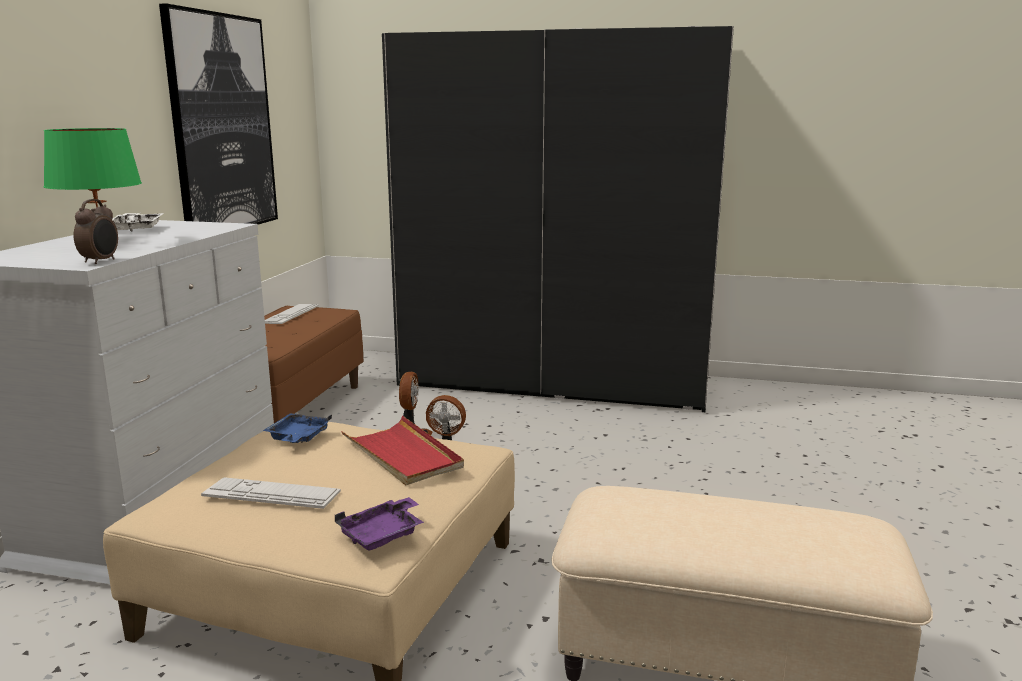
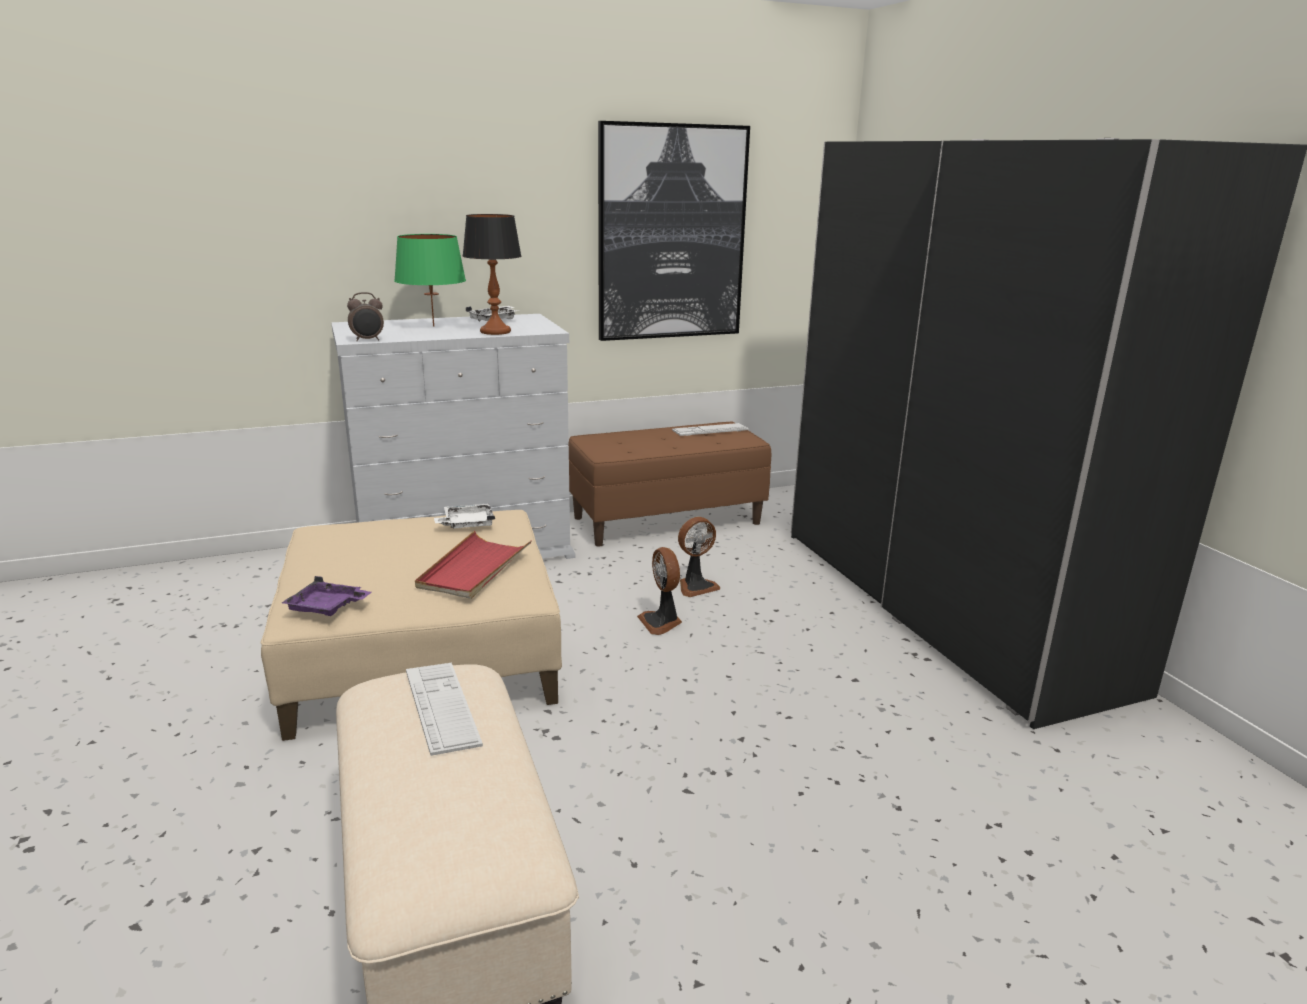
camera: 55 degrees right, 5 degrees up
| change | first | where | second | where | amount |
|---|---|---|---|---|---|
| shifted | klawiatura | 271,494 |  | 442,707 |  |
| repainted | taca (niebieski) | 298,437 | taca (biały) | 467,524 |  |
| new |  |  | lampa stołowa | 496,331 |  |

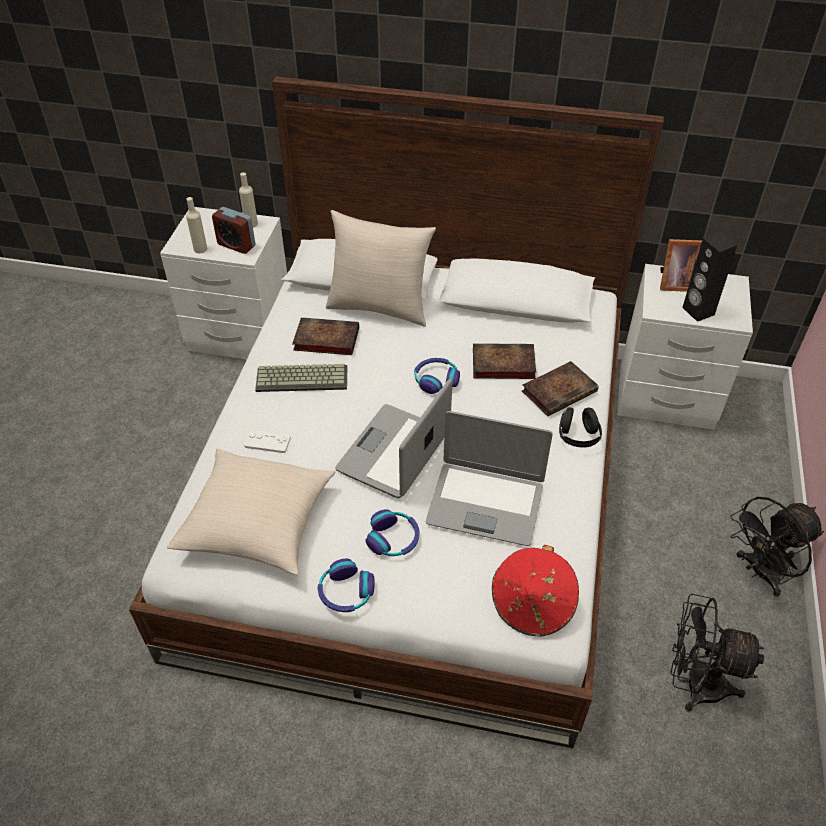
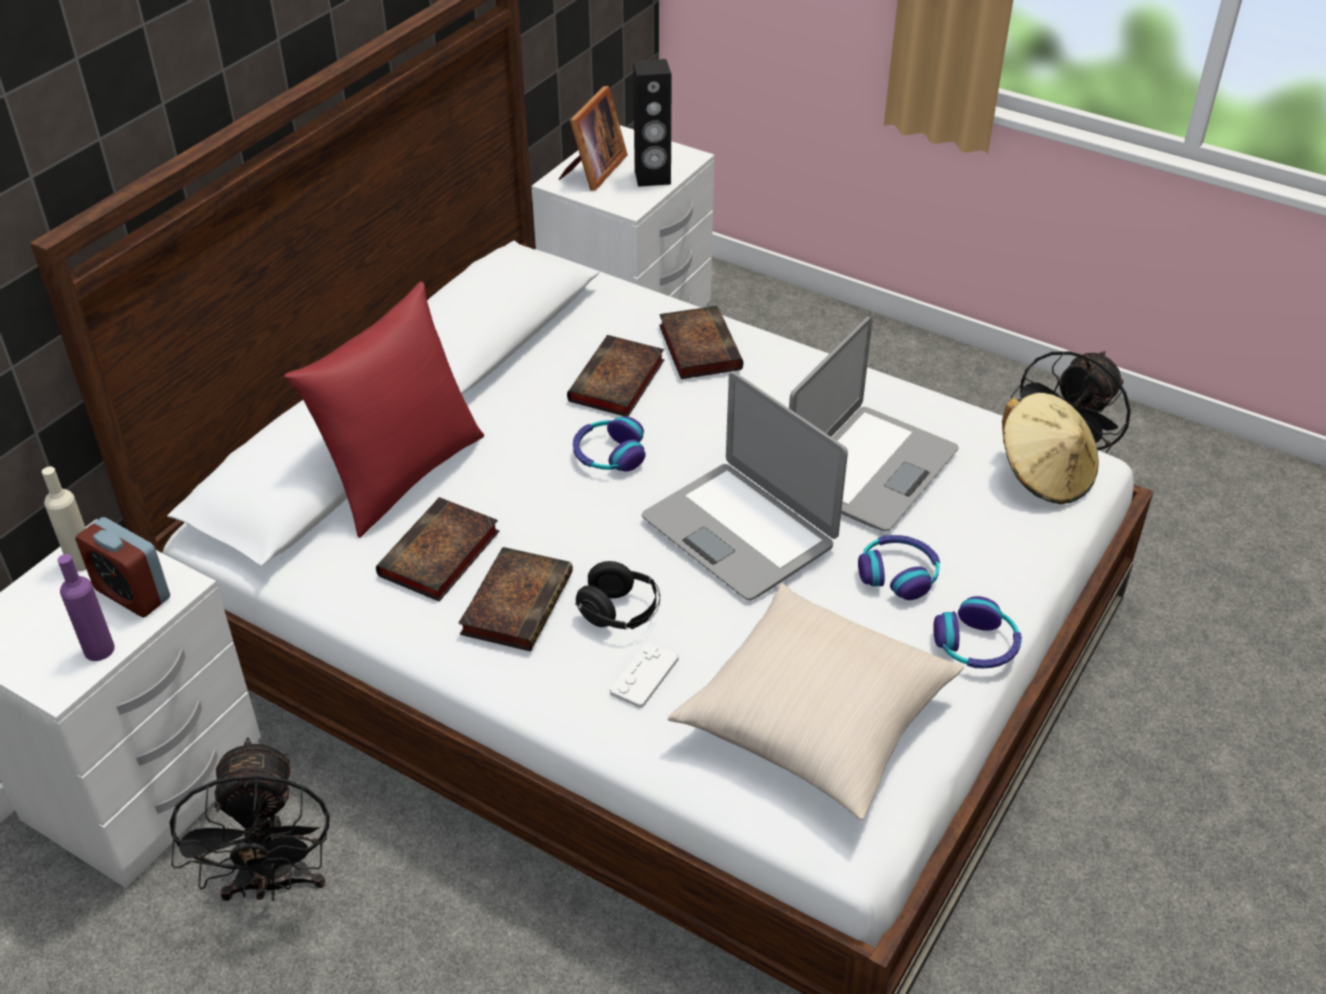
camera: 70 degrees left, 5 degrees down
| change | first | where | second | where | amount |
|---|---|---|---|---|---|
| repainted | butelka (beżowy) | 200,249 | butelka (fioletowy) | 99,649 |  |
| rotated | budzik | 236,245 |  | 132,594 | 75 degrees clockwise |
| swapped | klawiatura | 303,378 | książka | 517,602 |  |
| repainted | poduszka (beżowy) | 379,307 | poduszka (czerwony) | 401,474 |  |
| repainted | kapelusz (czerwony) | 532,605 | kapelusz (beżowy) | 1044,475 |  |
| shifted | słuchawki (czarny) | 578,437 |  | 620,613 |  |
| shifted | wentylator (czarny) | 760,572 |  | 273,884 |  |

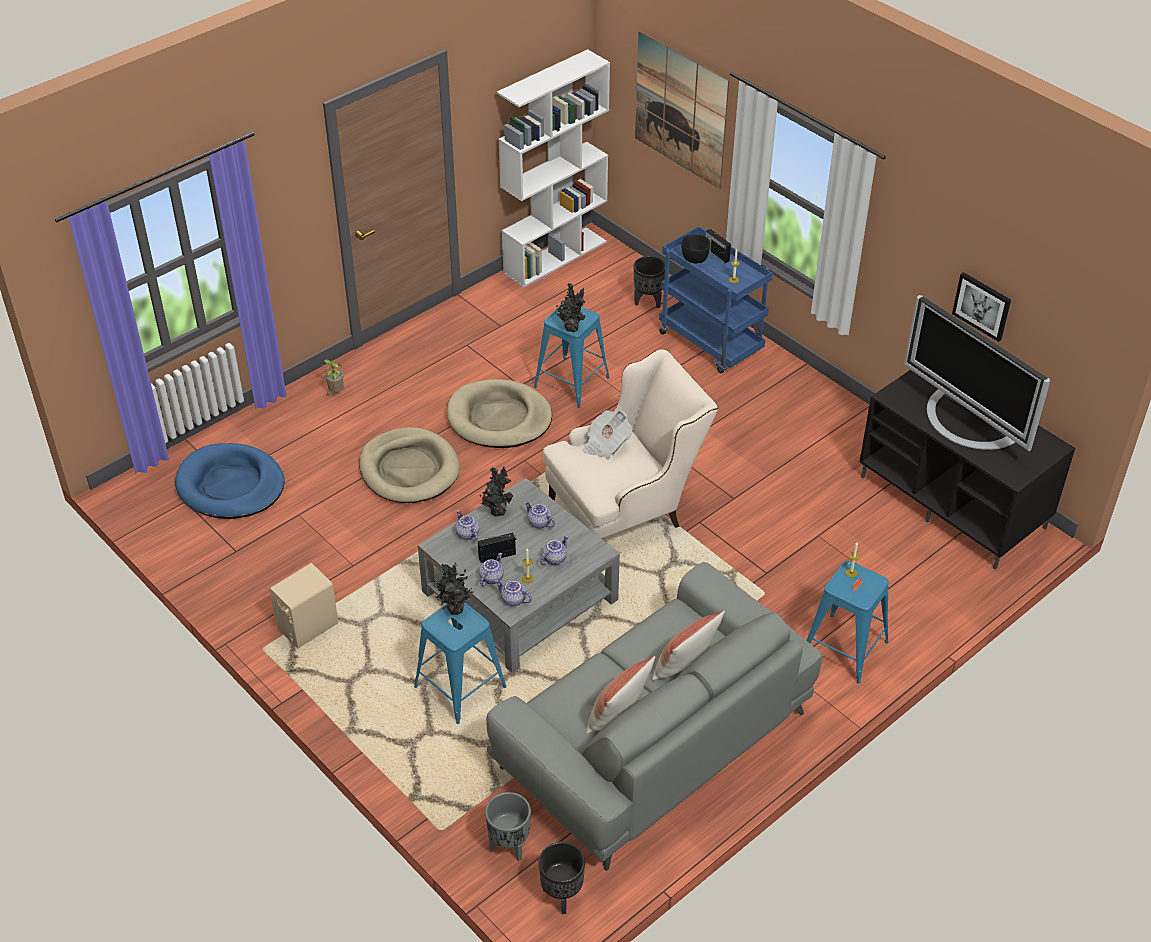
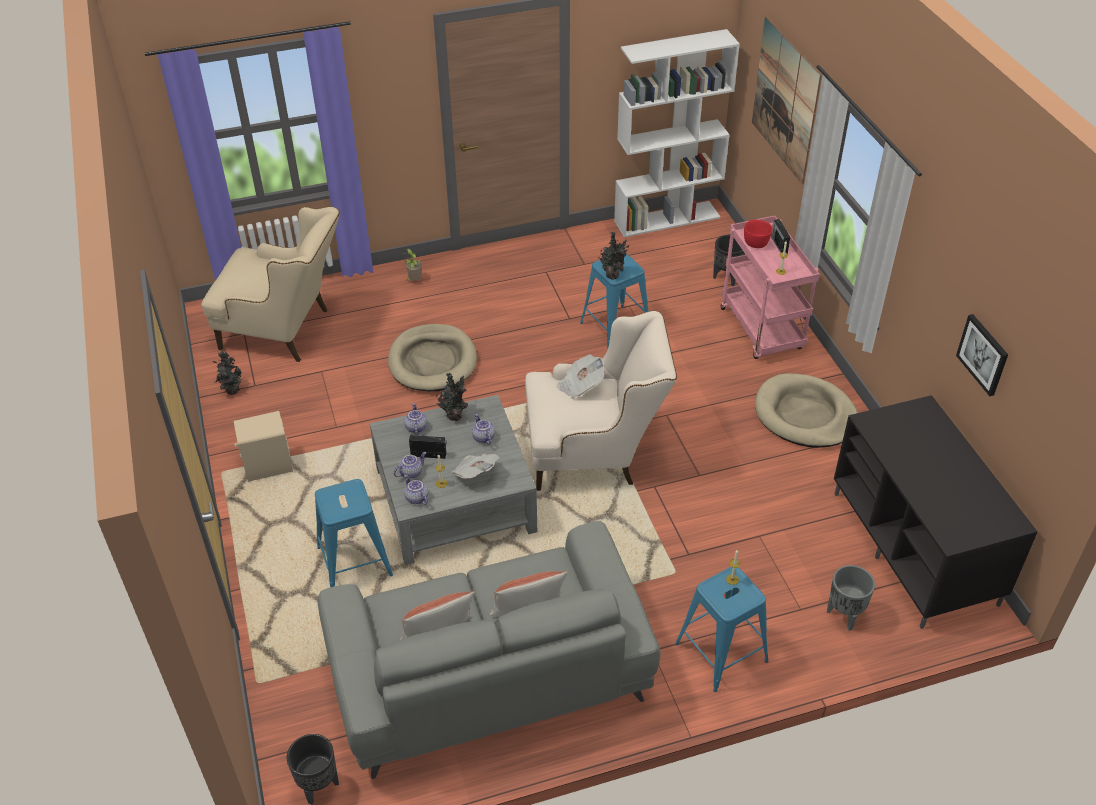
camera: 25 degrees right, 0 degrees up
| change | first | where | second | where | amount |
|---|---|---|---|---|---|
| swapped | legowisko (niebieski) | 231,485 | fotel (beżowy) | 285,331 |  |
| shifted | roślina doniczkowa | 454,609 |  | 231,390 |  |
| shifted | legowisko (beżowy) | 499,418 |  | 805,415 |  |
| shifted | donica (szary) | 509,846 |  | 844,615 |  |
| swapped | imbryk | 554,558 | gazeta | 475,473 |  |
| repainted | wózek (niebieski) | 711,343 | wózek (różowy) | 762,330 |  |
| repainted | miska (czarny) | 695,258 | miska (czerwony) | 756,243 |  |
| gone | telewizor | 967,421 |  |  |  |

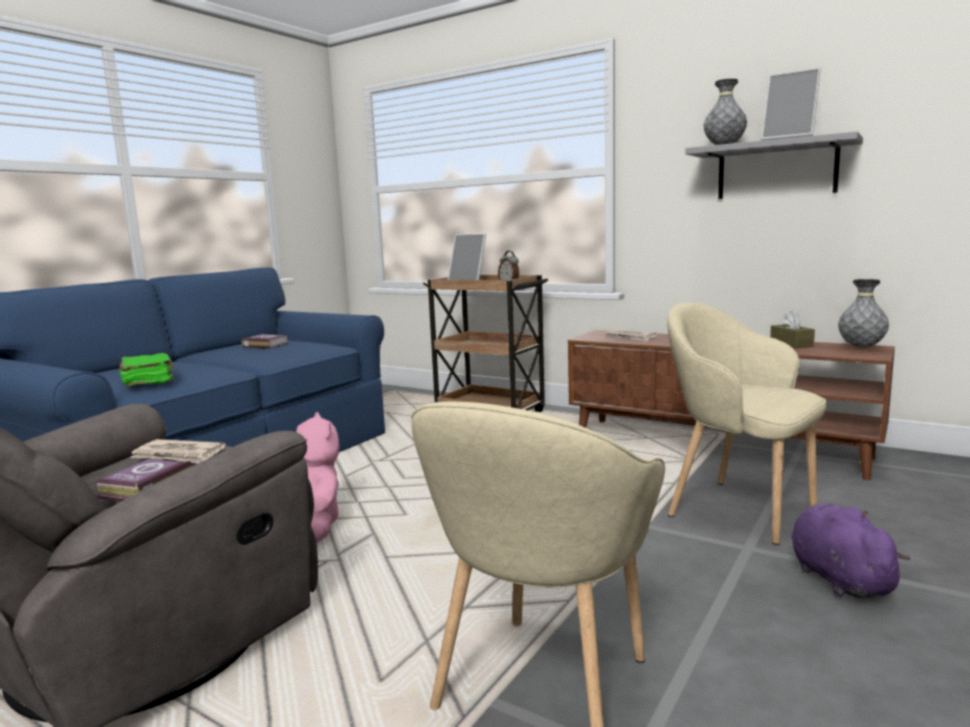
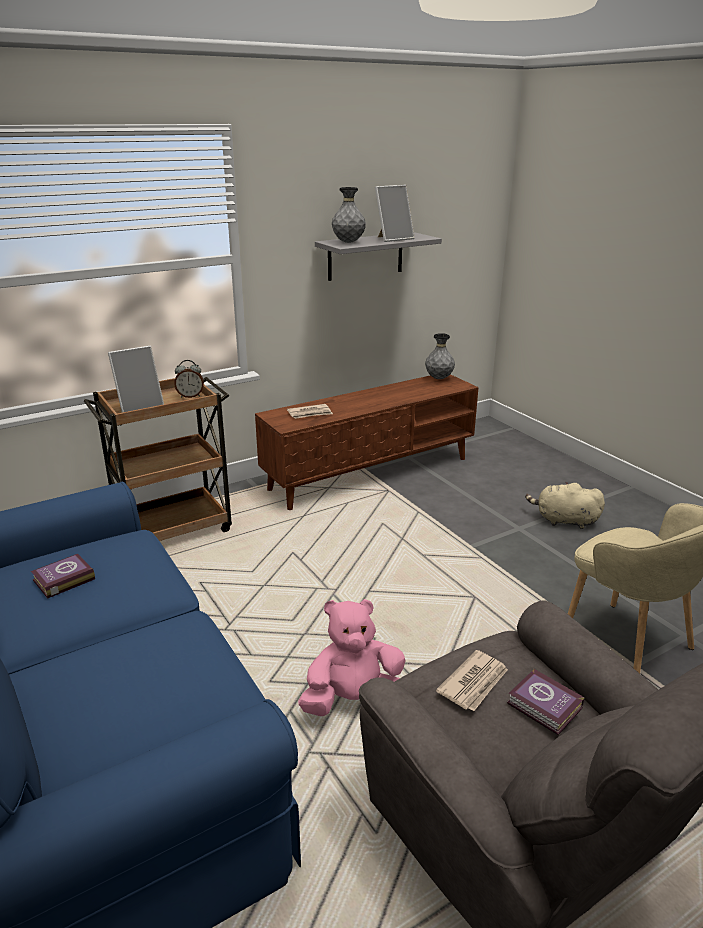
camera: 65 degrees left, 15 degrees up
| change | first | where | second | where | amount |
|---|---|---|---|---|---|
| gone | książka (zielony) | 149,381 |  |  |  |
| gone | fotel (beżowy) | 737,509 |  |  |  |
| gone | pudełko chusteczek (brązowy) | 791,344 |  |  |  |
| repainted | pluszak (fioletowy) | 837,578 | pluszak (beżowy) | 563,520 |  |

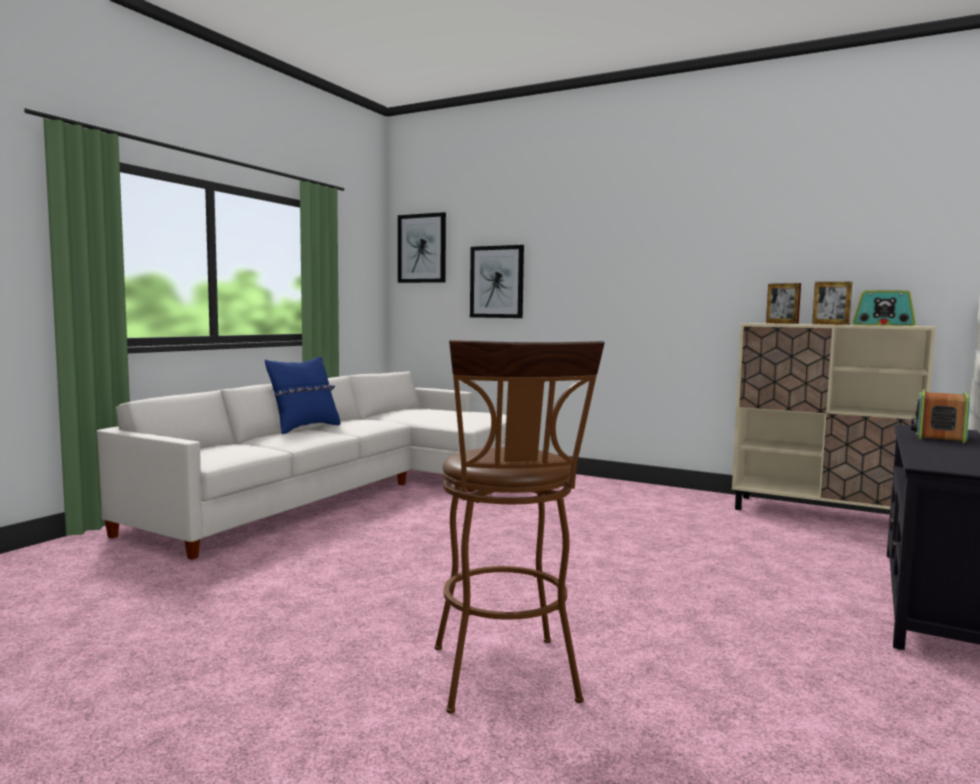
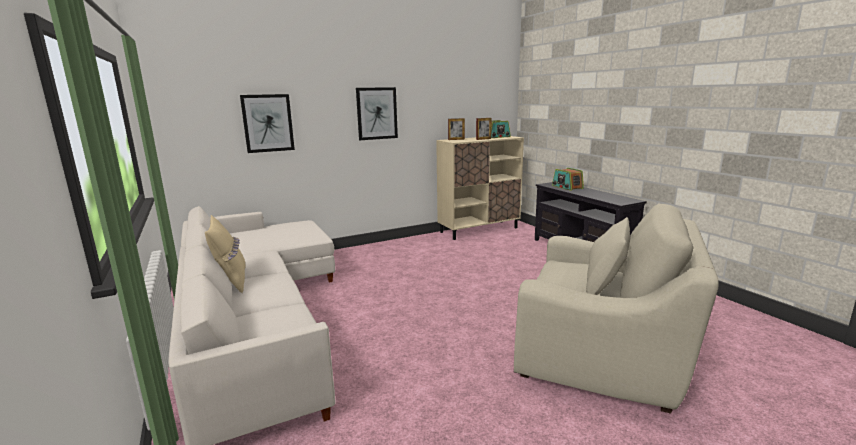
camera: 55 degrees left, 10 degrees up
| change | first | where | second | where | amount |
|---|---|---|---|---|---|
| repainted | poduszka (niebieski) | 304,428 | poduszka (beżowy) | 231,281 |  |
| shifted | obraz | 422,248 |  | 377,113 |  |
| swapped | stołek (brązowy) | 507,680 | fotel (beżowy) | 604,350 |  |

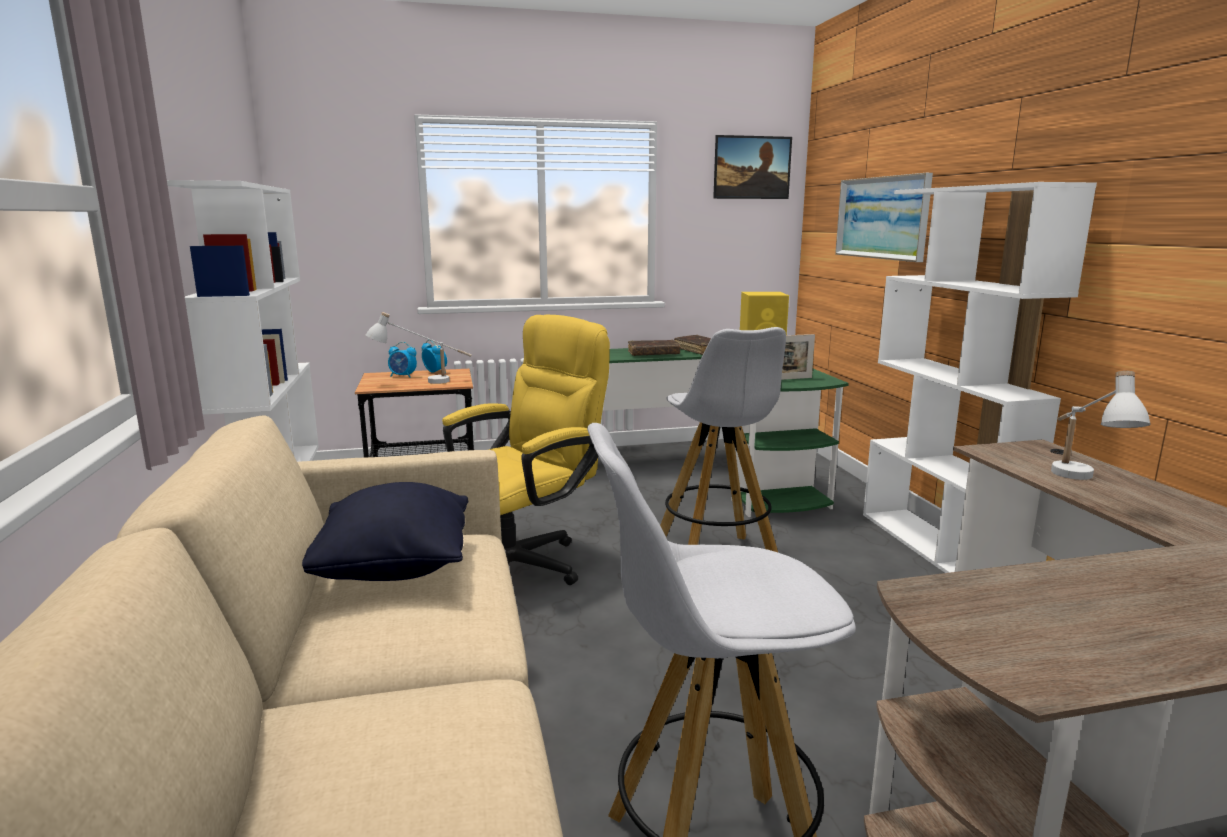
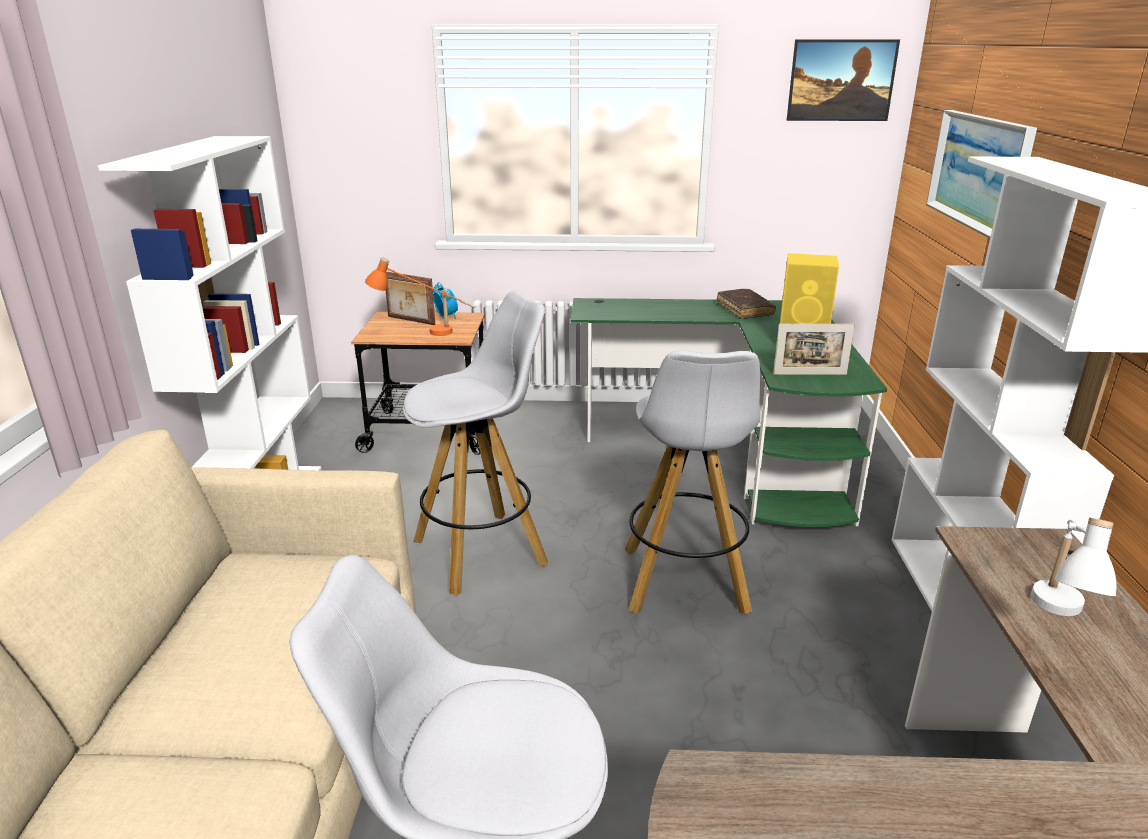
camera: 15 degrees right, 10 degrees up
| change | first | where | second | where | amount |
|---|---|---|---|---|---|
| gone | poduszka (czarny) | 395,568 |  |  |  |
| repainted | lampa stołowa (biały) | 422,382 | lampa stołowa (pomarańczowy) | 424,332 |  |
| swapped | budzik | 403,376 | ramka na zdjęcie | 410,321 |  |
| swapped | krzesło biurowe (żółty) | 522,563 | stołek (biały) | 482,551 |  |
| gone | książka (brązowy) | 653,354 |  |  |  |

